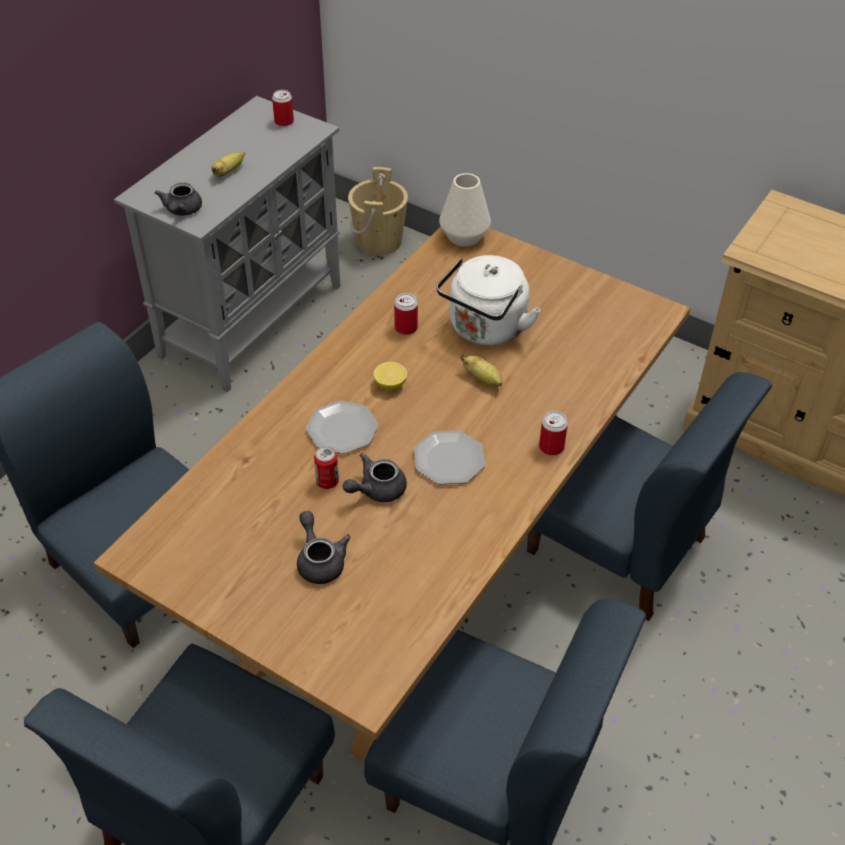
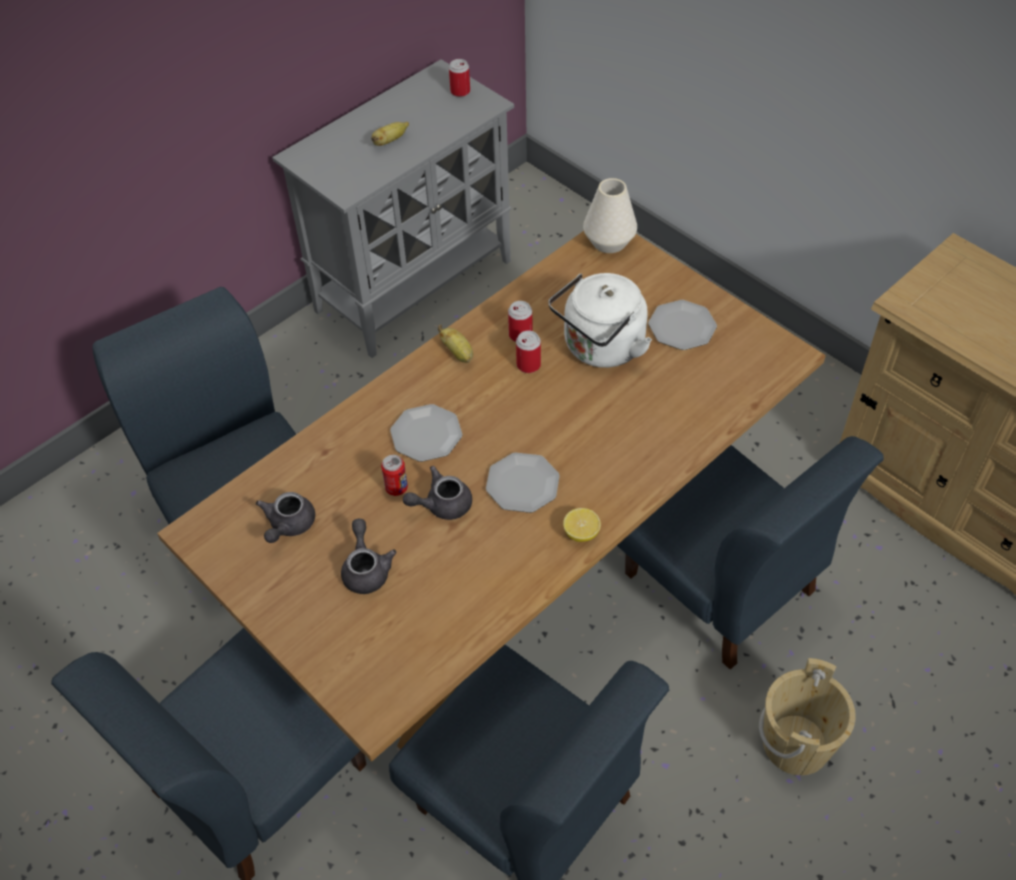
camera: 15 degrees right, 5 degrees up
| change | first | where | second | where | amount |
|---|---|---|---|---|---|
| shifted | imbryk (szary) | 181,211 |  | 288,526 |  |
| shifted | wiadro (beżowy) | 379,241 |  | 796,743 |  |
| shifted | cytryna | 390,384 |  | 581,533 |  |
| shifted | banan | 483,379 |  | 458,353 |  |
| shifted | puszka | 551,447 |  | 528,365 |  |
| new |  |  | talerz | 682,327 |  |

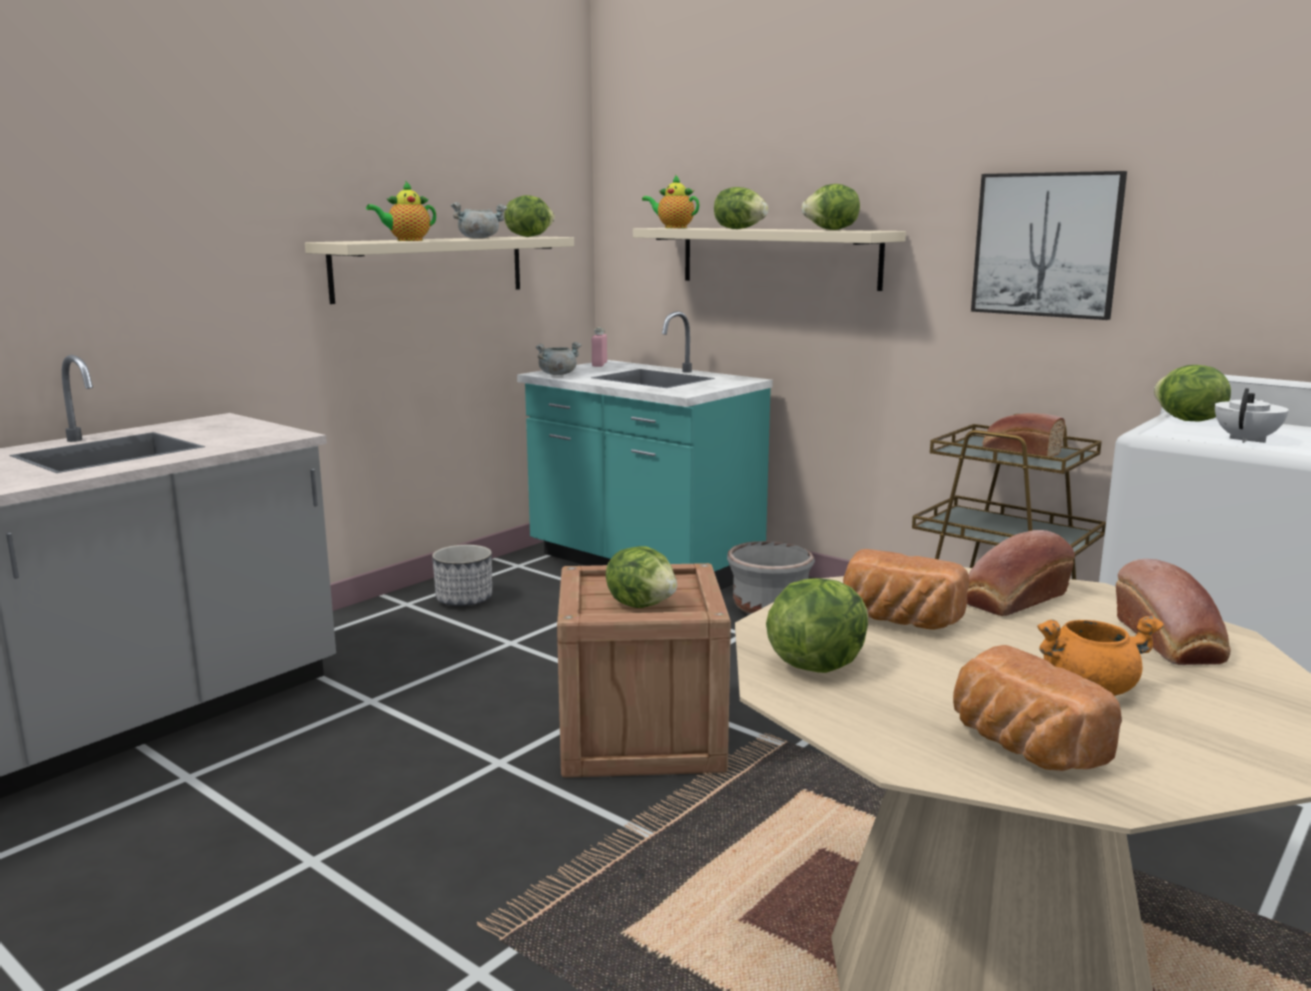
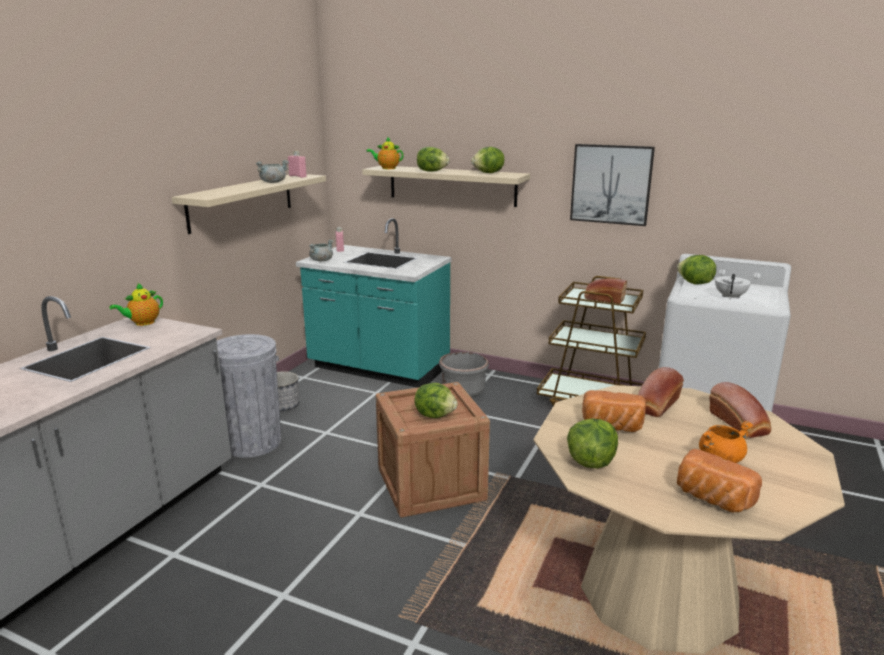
camera: 15 degrees left, 5 degrees up
| change | first | where | second | where | amount |
|---|---|---|---|---|---|
| shifted | imbryk | 406,240 |  | 142,323 |  |
| swapped | sałata | 528,236 | butelka (różowy) | 297,176 |  |
| new |  |  | kosz na śmieci (szary) | 252,442 |  |

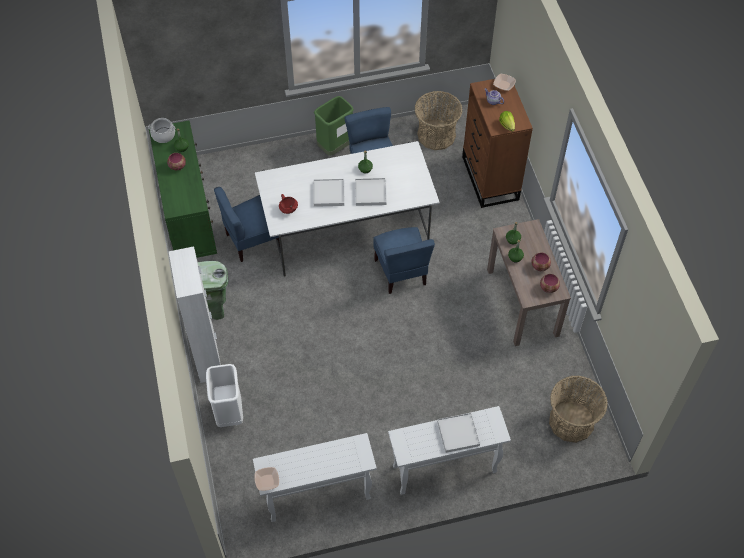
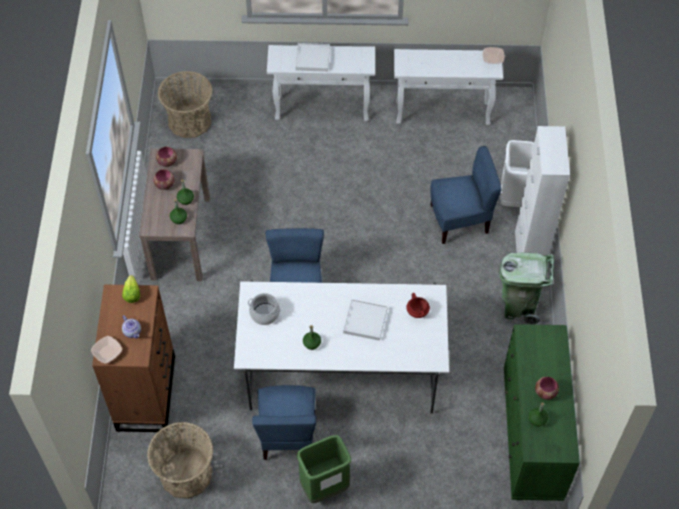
camera: 165 degrees left, 0 degrees up
| change | first | where | second | where | amount |
|---|---|---|---|---|---|
| shifted | garnek | 163,135 |  | 264,314 |  |
| shifted | krzesło (niebieski) | 253,240 |  | 459,220 |  |
| gone | taca (biały) | 370,193 |  |  |  |

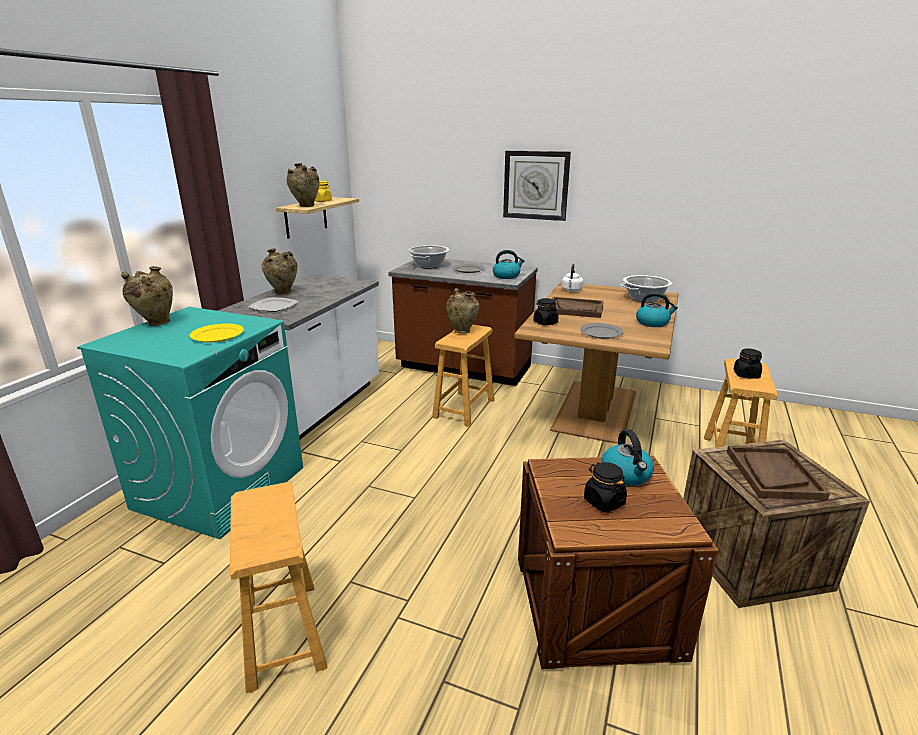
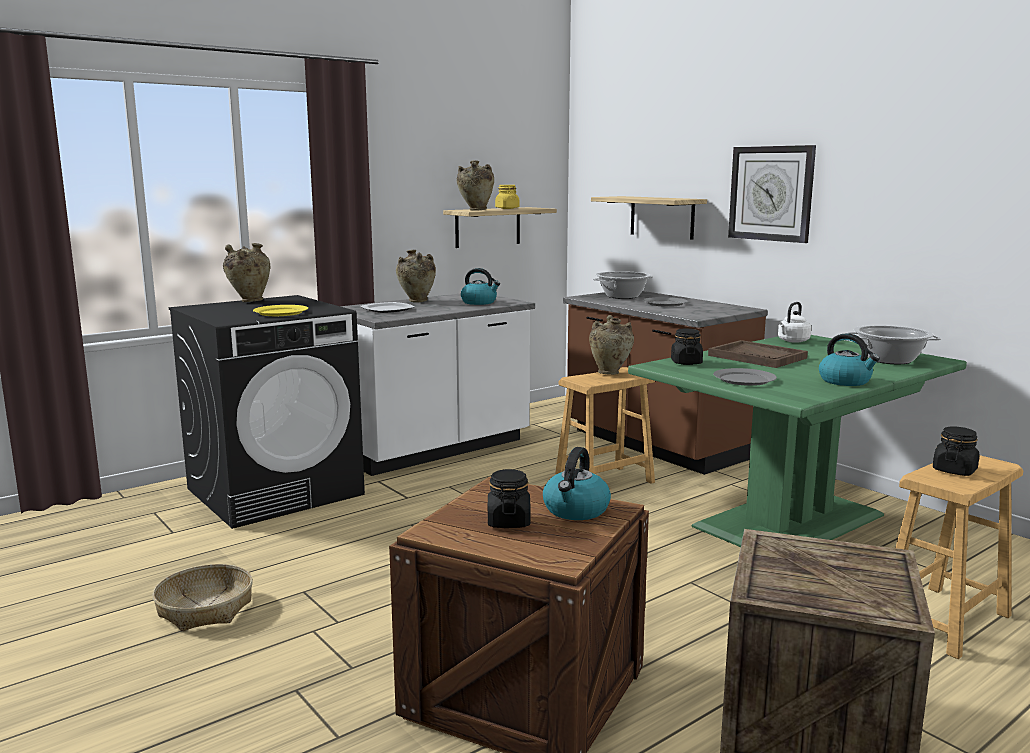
camera: 30 degrees right, 10 degrees down
| change | first | where | second | where | amount |
|---|---|---|---|---|---|
| repainted | pralka (turkusowy) | 221,487 | pralka (czarny) | 276,491 |  |
| swapped | stołek (brązowy) | 282,634 | koszyk | 205,608 |  |
| shifted | czajnik | 506,276 |  | 479,302 |  |
| repainted | stół jadalny (brązowy) | 594,410 | stół jadalny (zielony) | 786,520 |  |
| gone | taca (brązowy) | 773,474 |  |  |  |
| new |  |  | półka | 662,217 |  |

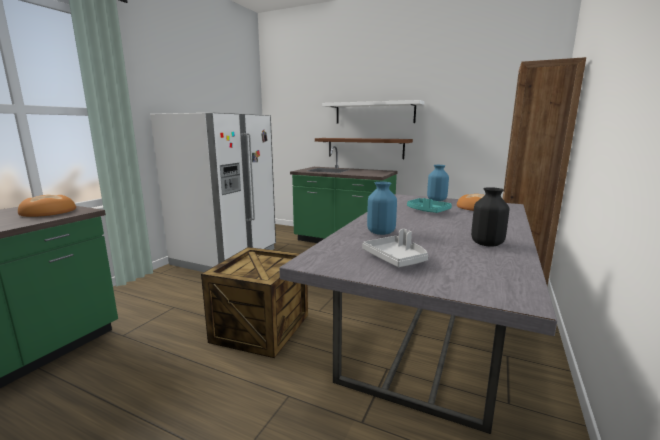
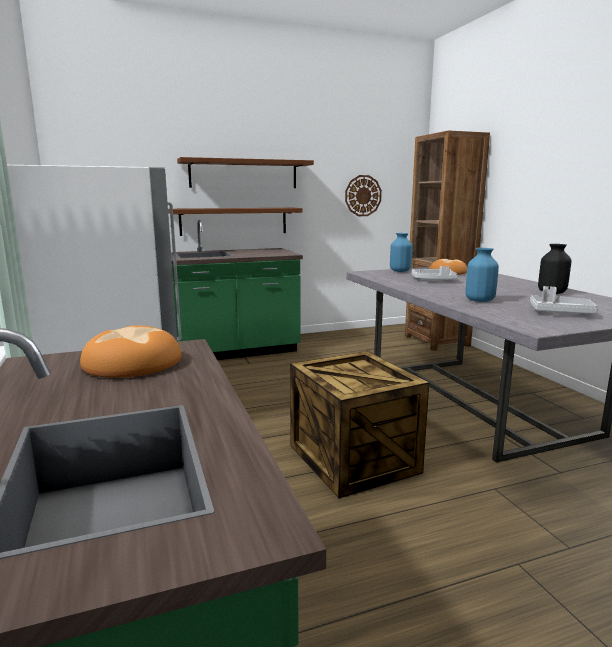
camera: 45 degrees left, 0 degrees up
| change | first | where | second | where | amount |
|---|---|---|---|---|---|
| repainted | półka (biały) | 374,113 | półka (brązowy) | 244,174 |  |
| repainted | taca (turkusowy) | 427,211 | taca (szary) | 433,280 |  |
| new |  |  | zegar ścienny | 363,195 |  |

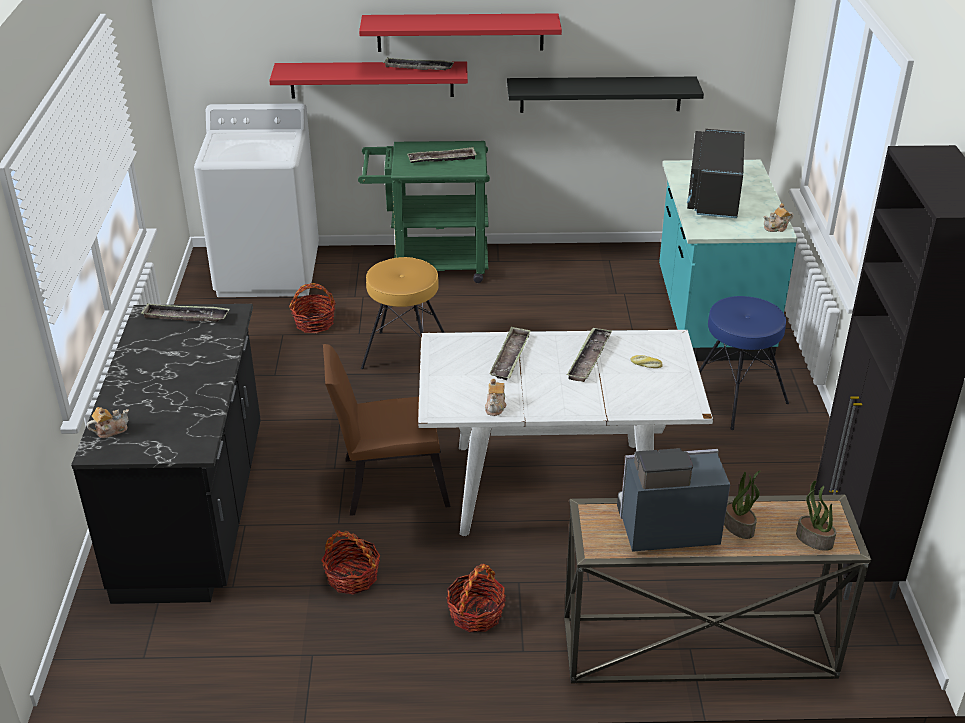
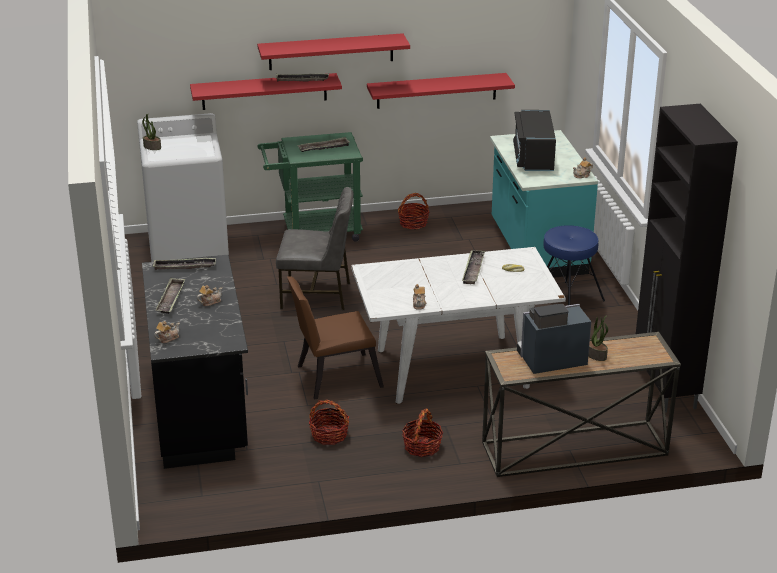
camera: 10 degrees left, 5 degrees down
| change | first | where | second | where | amount |
|---|---|---|---|---|---|
| shifted | koszyk | 314,323 |  | 413,223 |  |
| swapped | stołek (brązowy) | 405,355 | krzesło (szary) | 317,295 |  |
| shifted | taca | 510,357 |  | 171,299 |  |
| repainted | półka (czarny) | 600,94 | półka (czerwony) | 436,90 |  |
| shifted | roślina doniczkowa | 813,540 |  | 152,147 |  |
| new |  |  | imbryk | 210,302 |  |

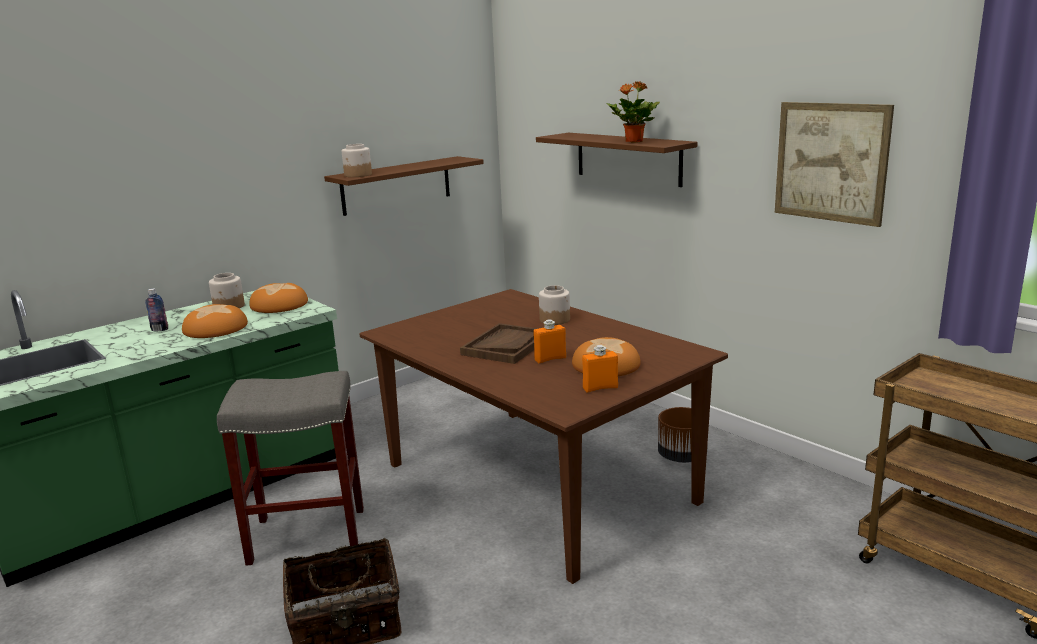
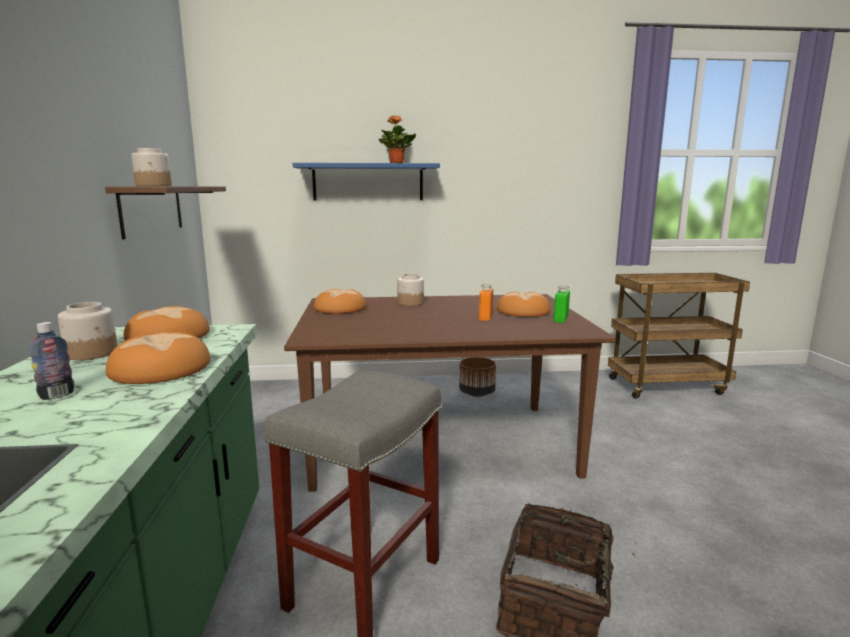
camera: 55 degrees left, 5 degrees down
| change | first | where | second | where | amount |
|---|---|---|---|---|---|
| gone | taca (brązowy) | 506,346 |  |  |  |
| repainted | półka (brązowy) | 628,158 | półka (niebieski) | 368,182 |  |
| repainted | butelka (pomarańczowy) | 600,388 | butelka (zielony) | 561,319 |  |
| gone | obraz | 831,162 |  |  |  |
| new |  |  | chleb | 339,308 |  |

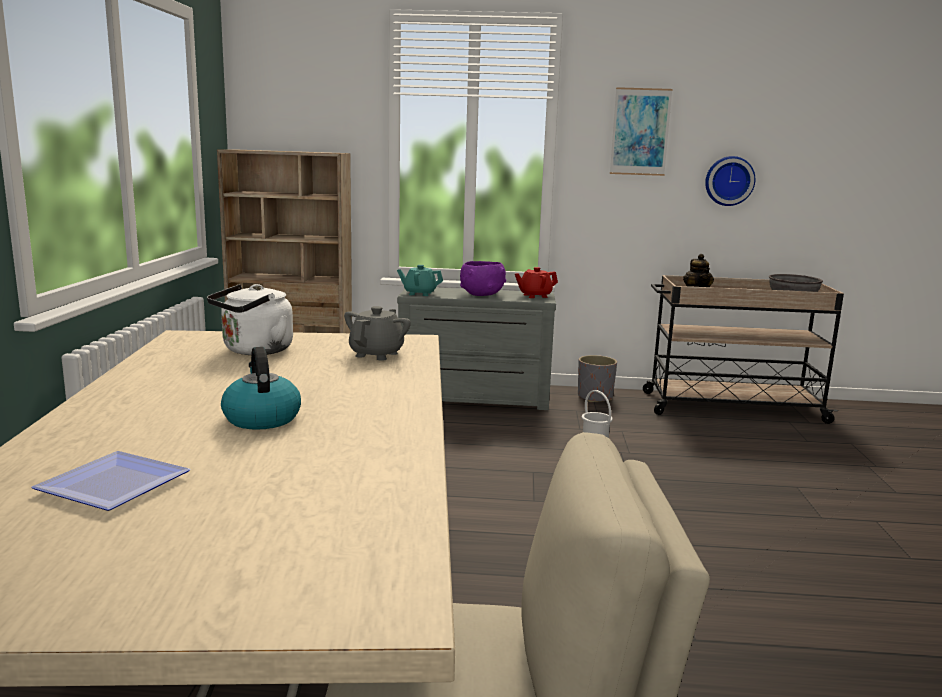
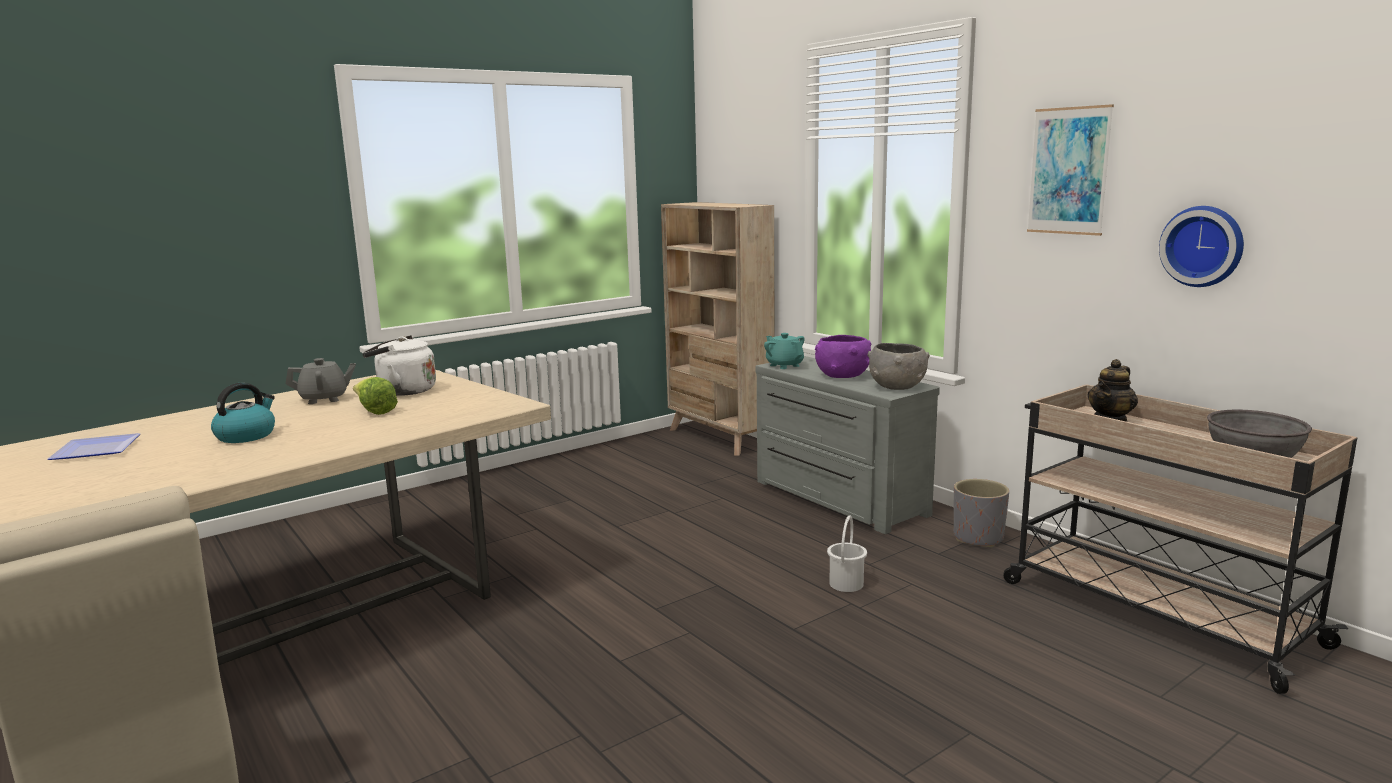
camera: 50 degrees right, 0 degrees up
| change | first | where | second | where | amount |
|---|---|---|---|---|---|
| shifted | imbryk (szary) | 377,354 |  | 324,399 |  |
| swapped | imbryk (czerwony) | 535,296 | miska (szary) | 897,387 |  |
| new |  |  | sałata | 374,411 |  |

